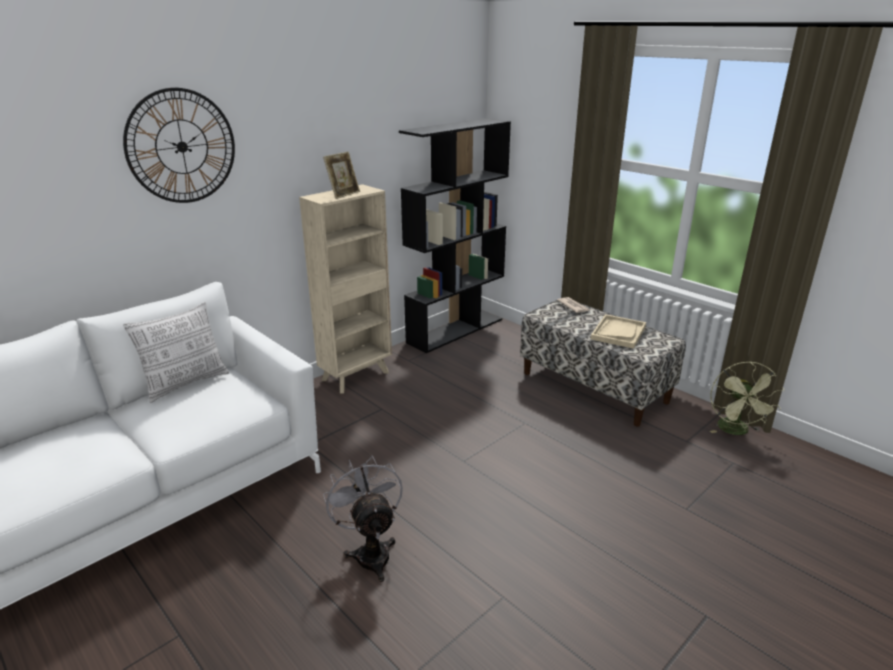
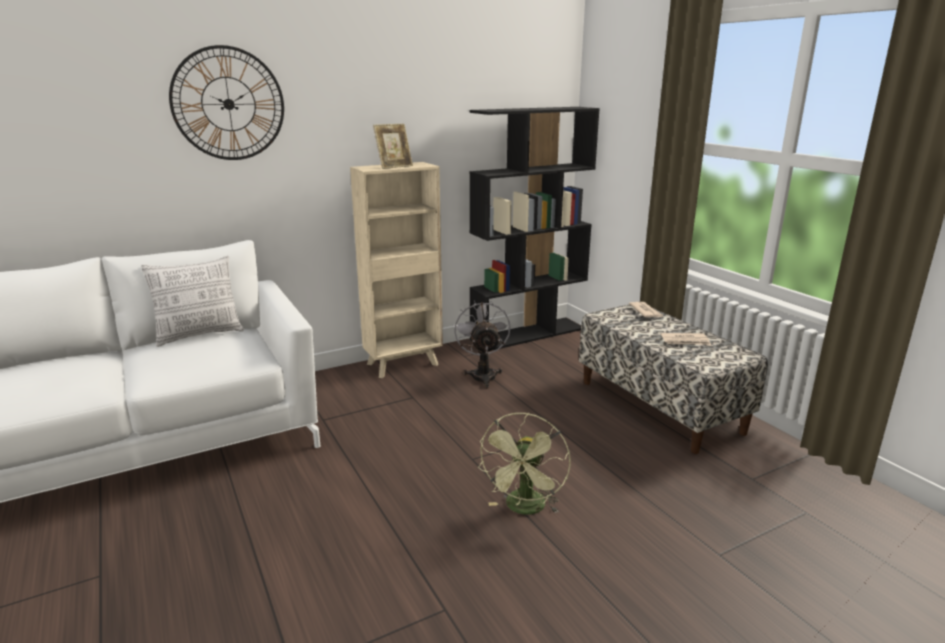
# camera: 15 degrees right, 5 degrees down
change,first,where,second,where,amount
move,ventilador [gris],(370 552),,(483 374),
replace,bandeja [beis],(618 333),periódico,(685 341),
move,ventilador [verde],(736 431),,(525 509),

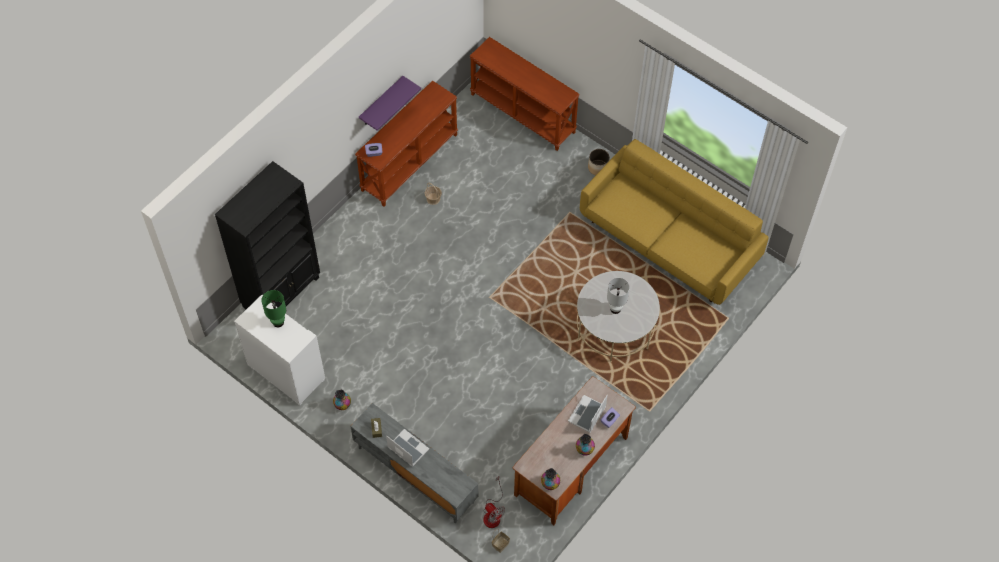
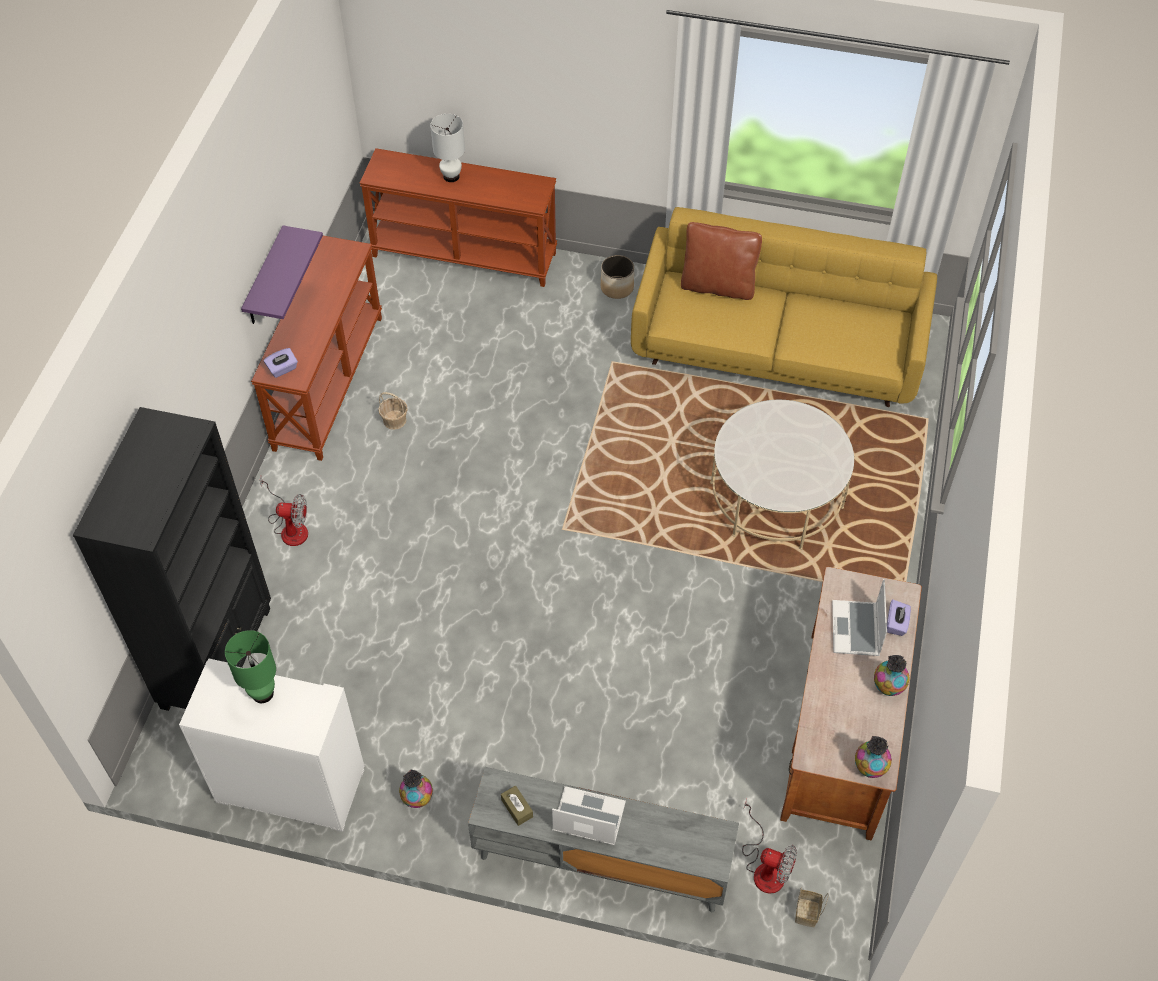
# camera: 25 degrees left, 5 degrees down
change,first,where,second,where,amount
move,lámpara de mesa [blanco],(615 309),,(451 176),
insert,,,ventilador,(290 527),
insert,,,cojín [marrón],(718 286),

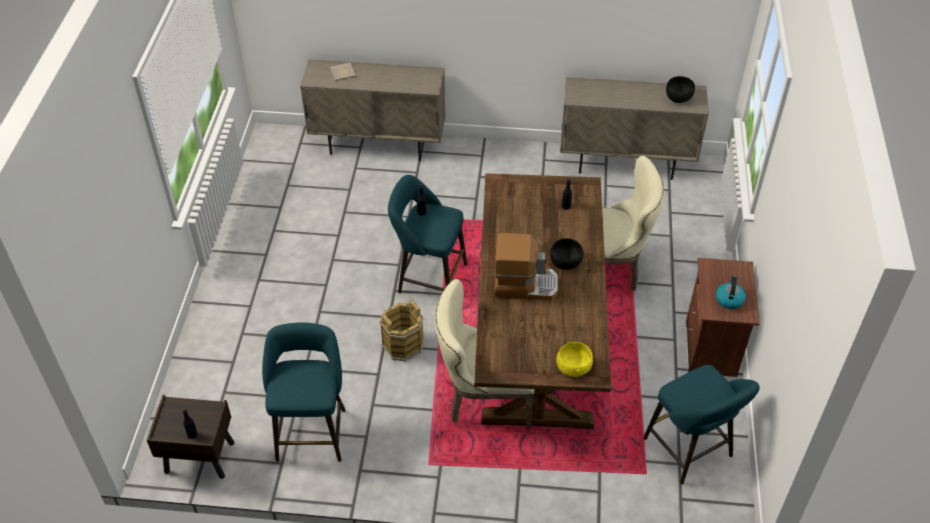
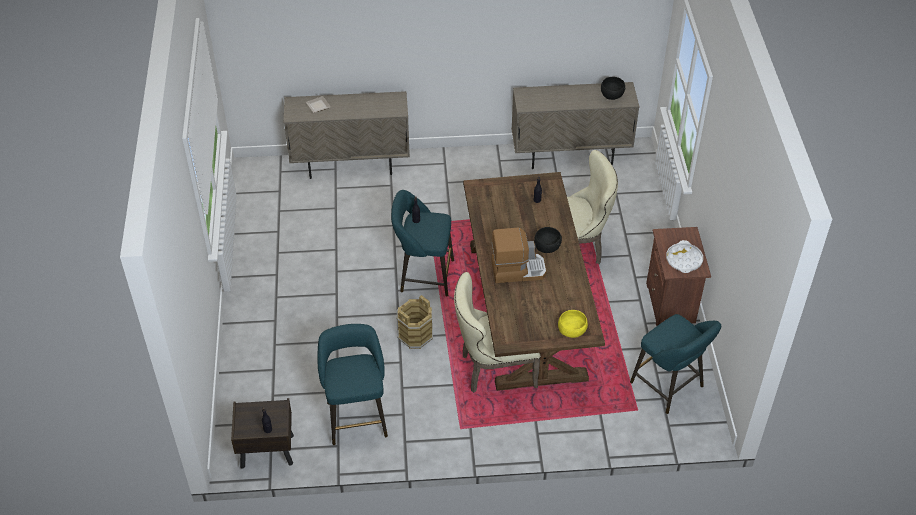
# camera: 10 degrees left, 0 degrees up
change,first,where,second,where,amount
replace,hervidor,(729 299),bandeja [blanco],(684 260),

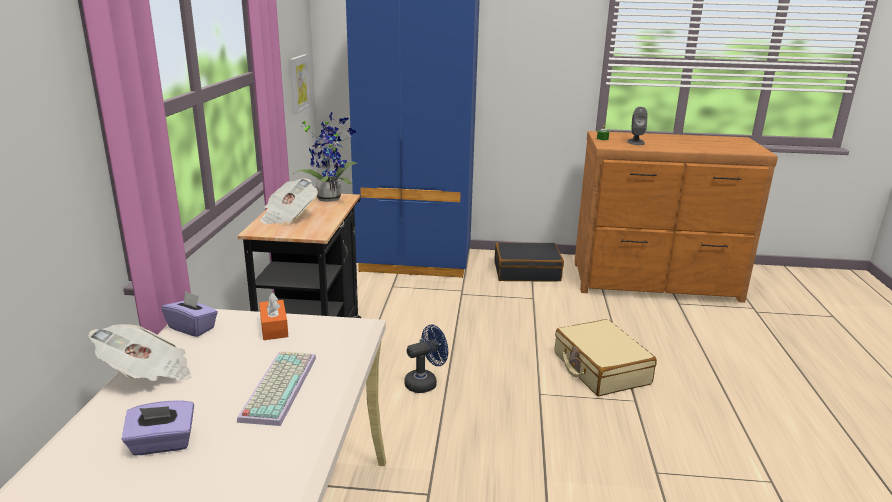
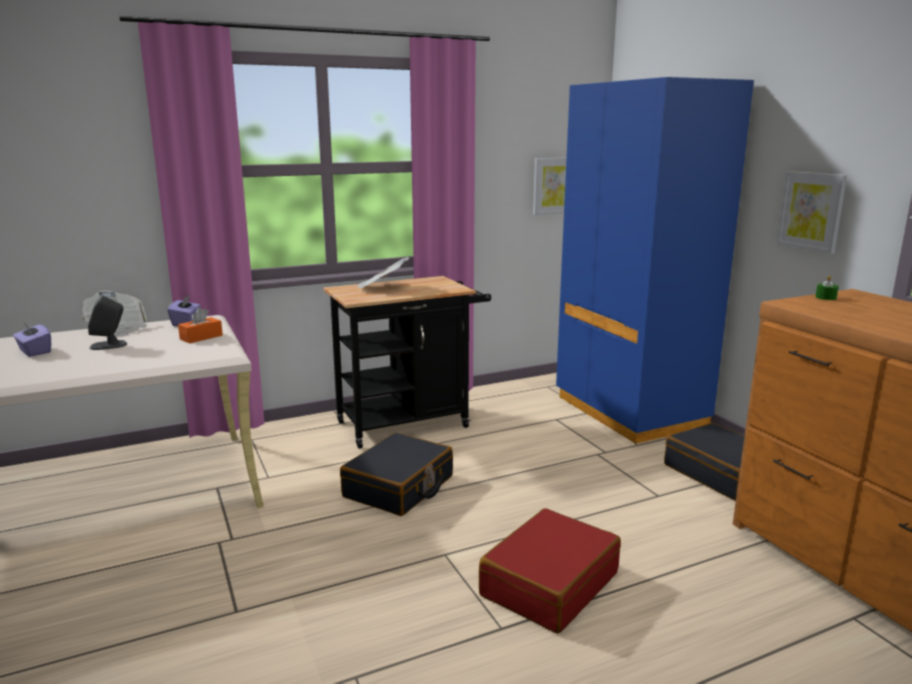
# camera: 60 degrees right, 5 degrees down
change,first,where,second,where,amount
delete,teclado,(278 386),,,
delete,planta en maceta,(330 198),,,
replace,ventilador [azul],(425 382),maleta [negro],(399 487),
recolor,maleta [beis],(600 368),maleta [rojo],(549 584),
move,altavoz [gris],(636 142),,(109 345),
insert,,,cuadro,(811 211),

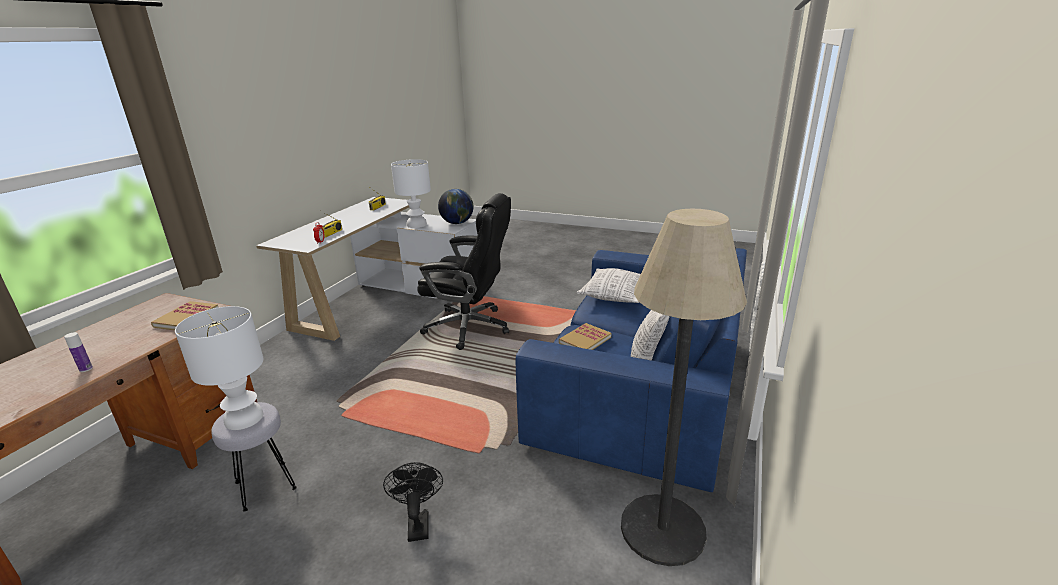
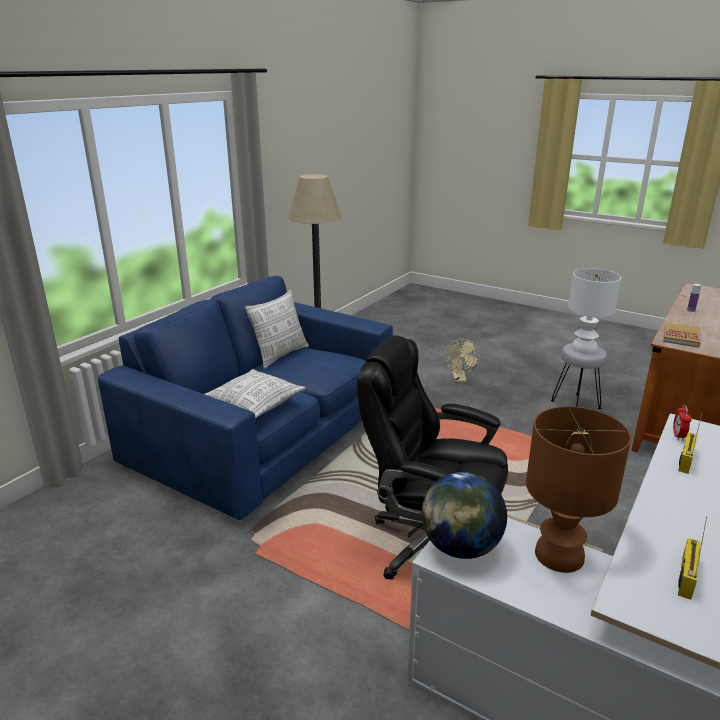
# camera: 170 degrees left, 0 degrees up
change,first,where,second,where,amount
recolor,ventilador [negro],(418 522),ventilador [beis],(460 379),
recolor,lámpara de mesa [blanco],(416 224),lámpara de mesa [marrón],(560 556),
delete,libro,(585 340),,,

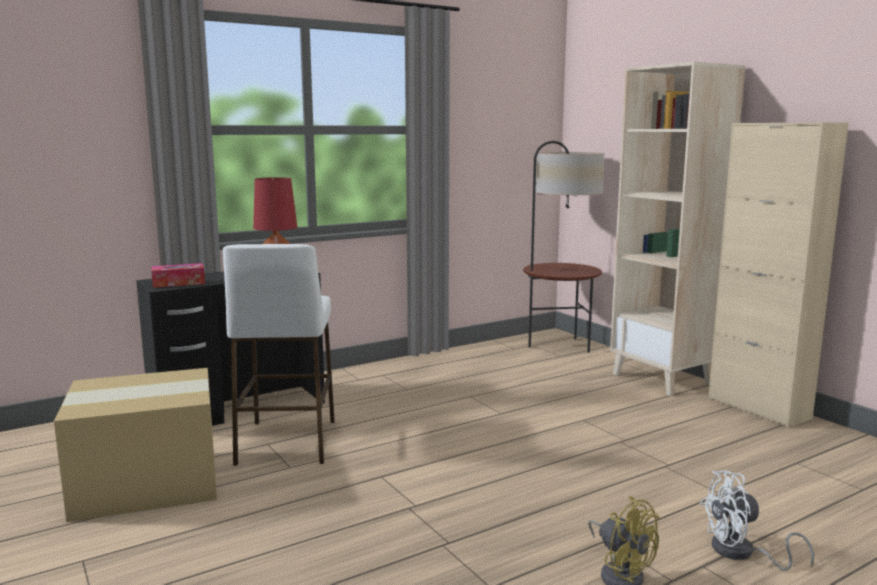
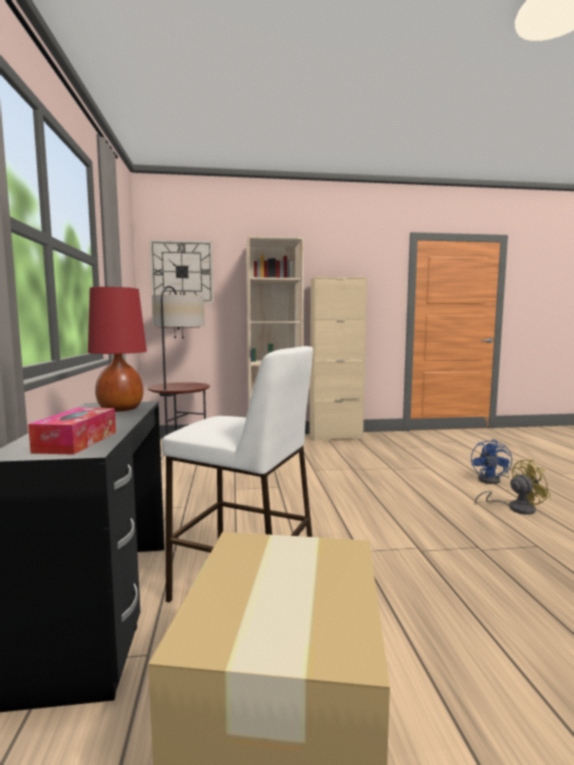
# camera: 65 degrees left, 5 degrees down
change,first,where,second,where,amount
recolor,ventilador [blanco],(741 553),ventilador [azul],(492 480),
insert,,,reloj de pared,(182 272),

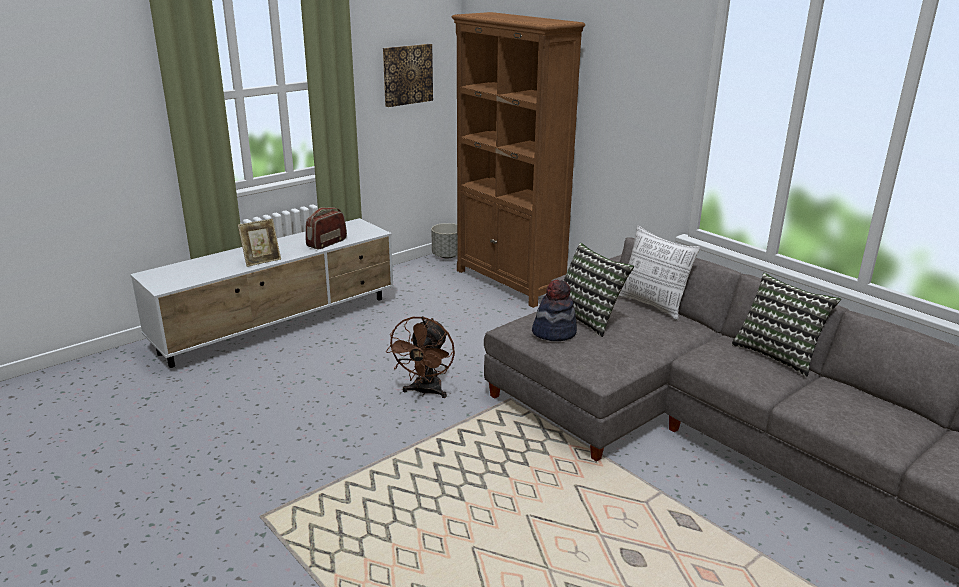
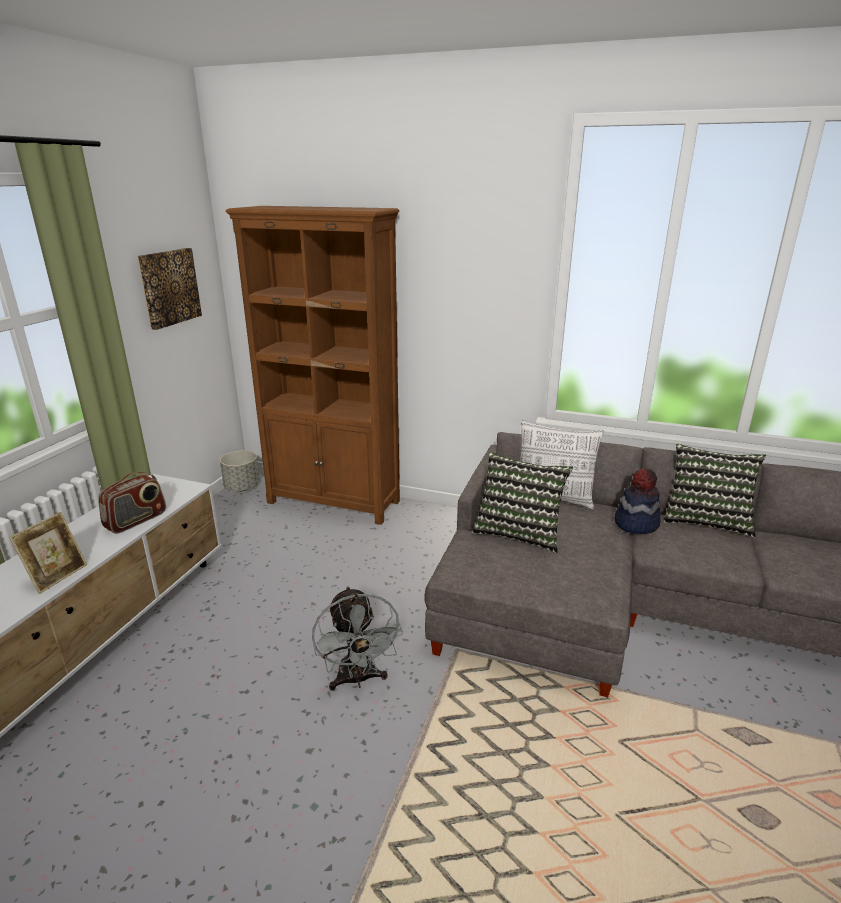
# camera: 30 degrees left, 0 degrees up
change,first,where,second,where,amount
rotate,radio,(326 243),,(136 521),150 degrees counterclockwise
recolor,ventilador [marrón],(425 392),ventilador [gris],(358 679),
move,sombrero,(554 332),,(635 523),

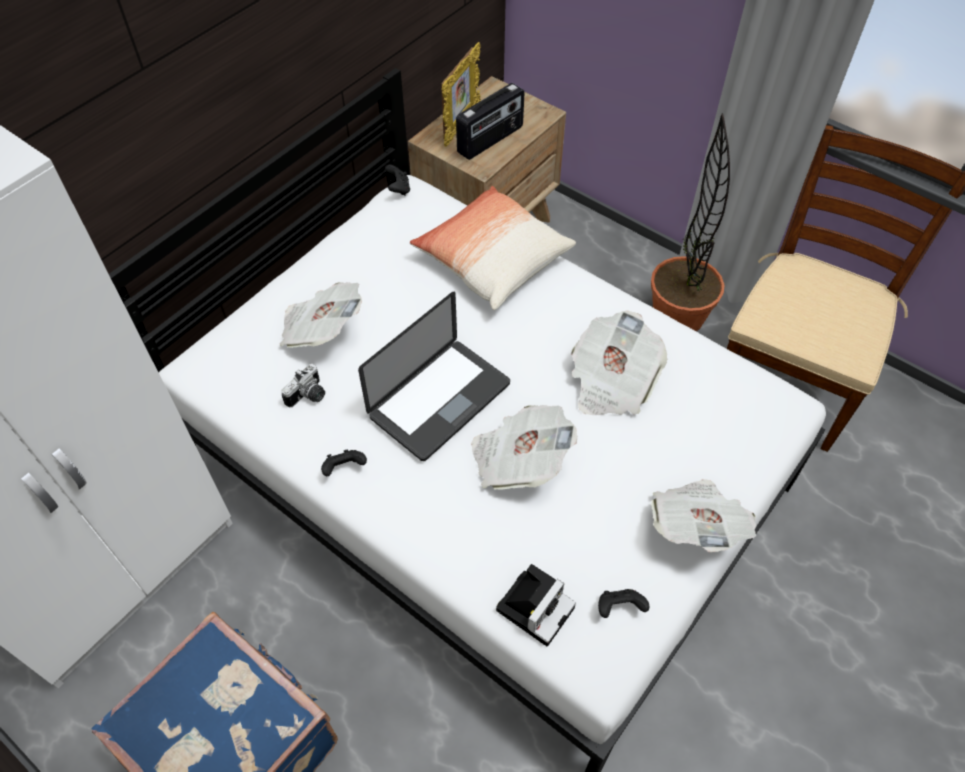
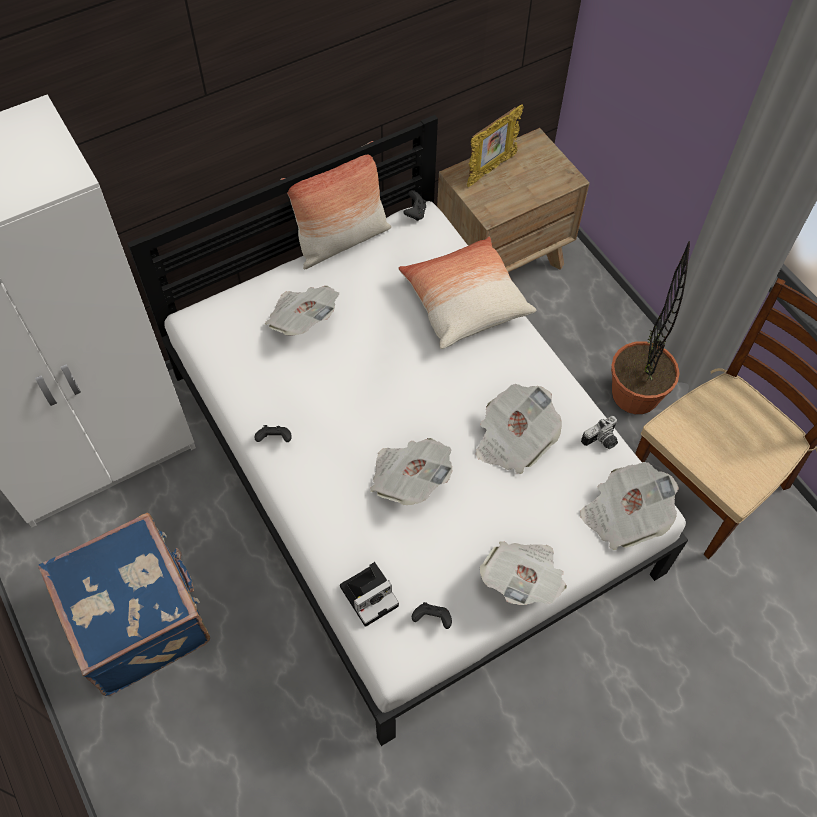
# camera: 20 degrees right, 5 degrees up
change,first,where,second,where,amount
move,cámara,(309 396),,(601 441),
delete,portátil,(440 400),,,
delete,radio,(491 140),,,
insert,,,cojín,(341 240),
insert,,,periódico,(623 515),

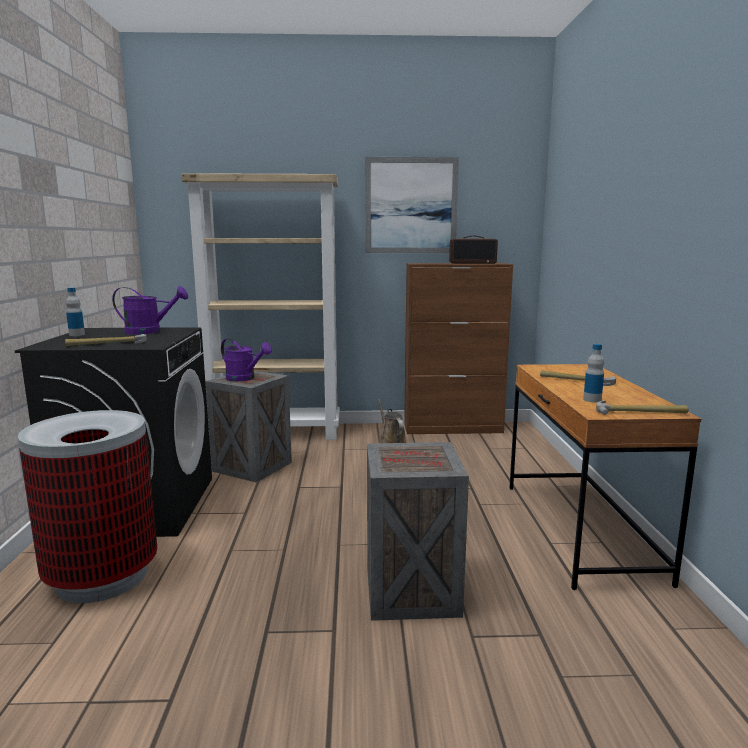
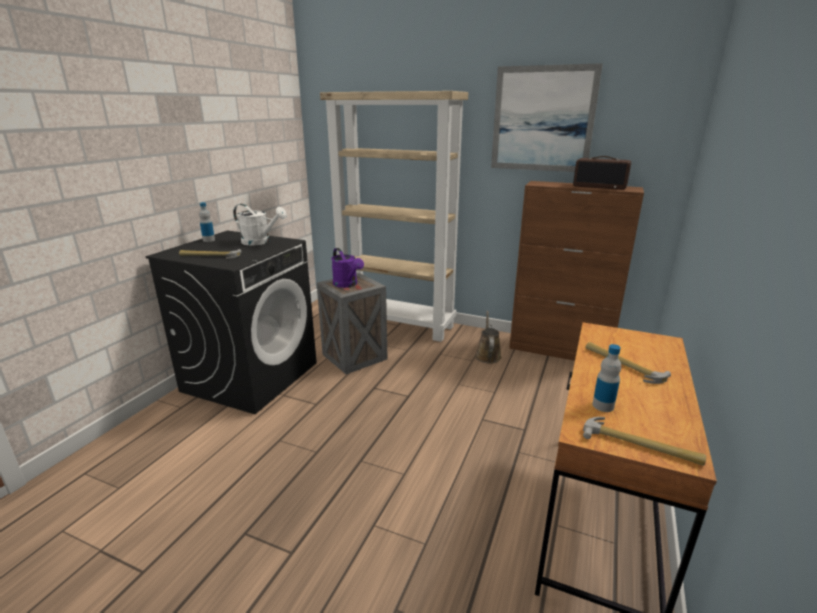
# camera: 25 degrees right, 10 degrees up
change,first,where,second,where,amount
delete,papelera,(102 577),,,
recolor,regadera [morado],(150 331),regadera [blanco],(260 242),
delete,caja de embalaje,(413 592),,,

